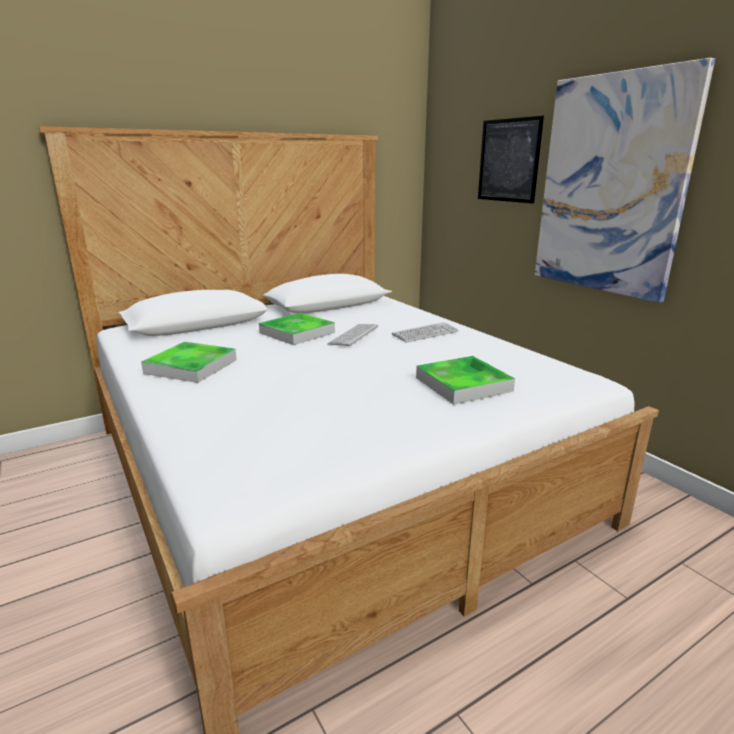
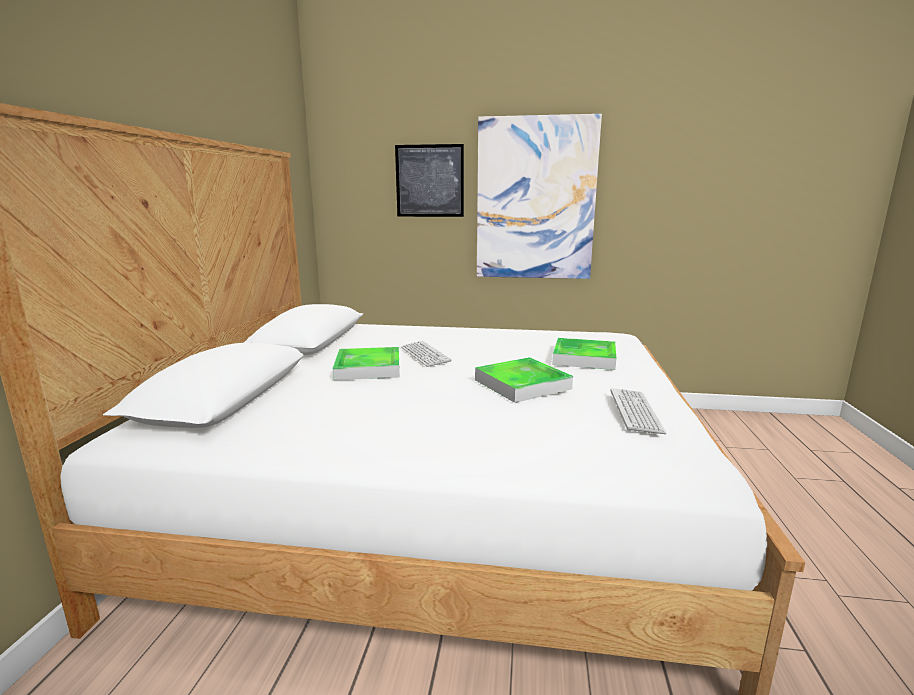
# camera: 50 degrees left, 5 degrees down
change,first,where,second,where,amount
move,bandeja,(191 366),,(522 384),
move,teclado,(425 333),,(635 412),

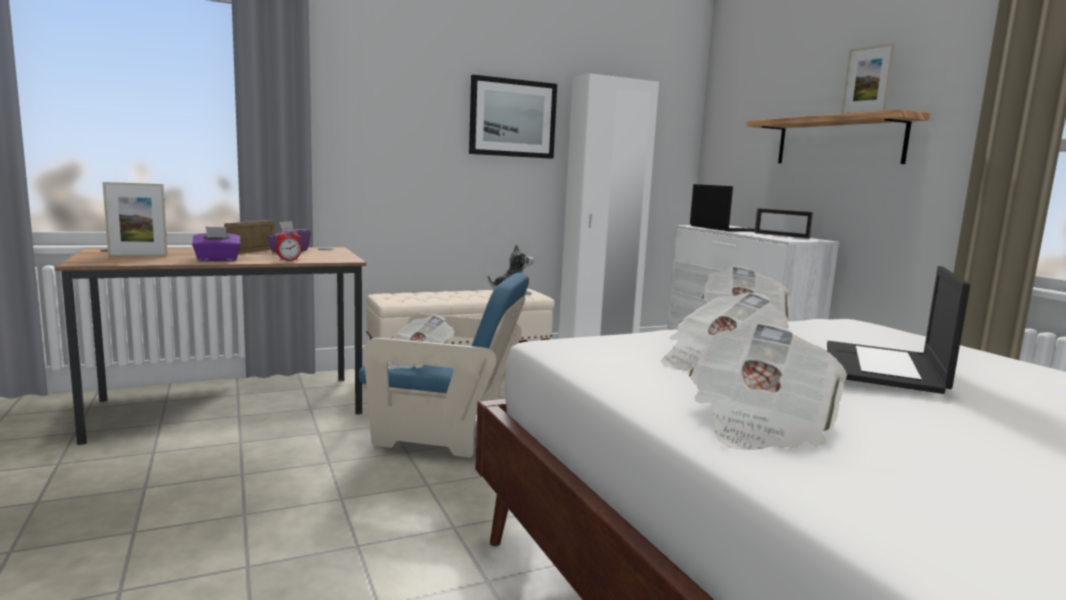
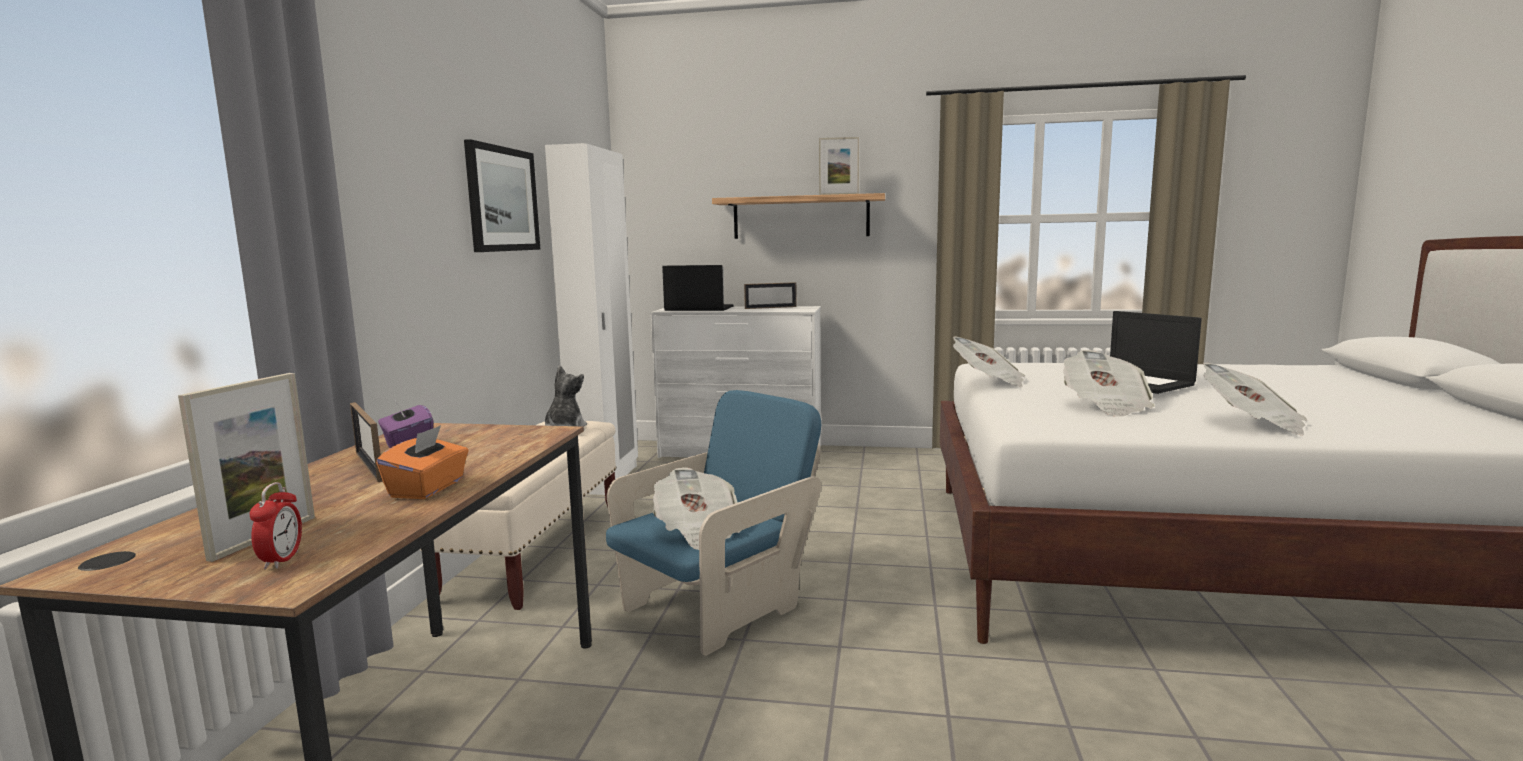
# camera: 55 degrees left, 0 degrees up
change,first,where,second,where,amount
recolor,caja de pañuelos [morado],(217 259),caja de pañuelos [naranja],(428 489),
move,despertador,(289 260),,(281 560),

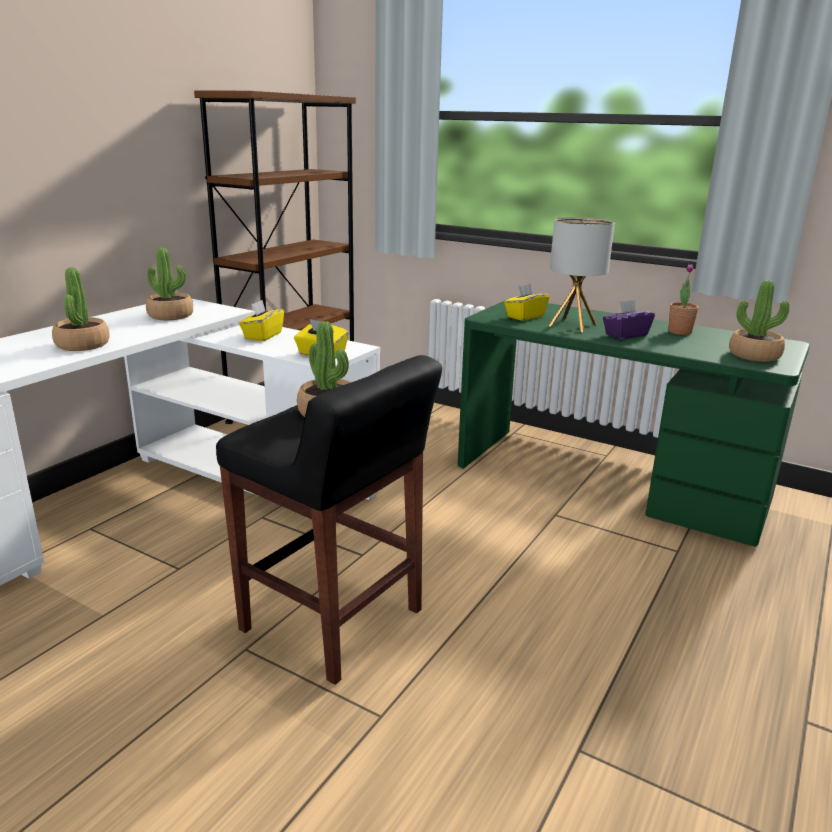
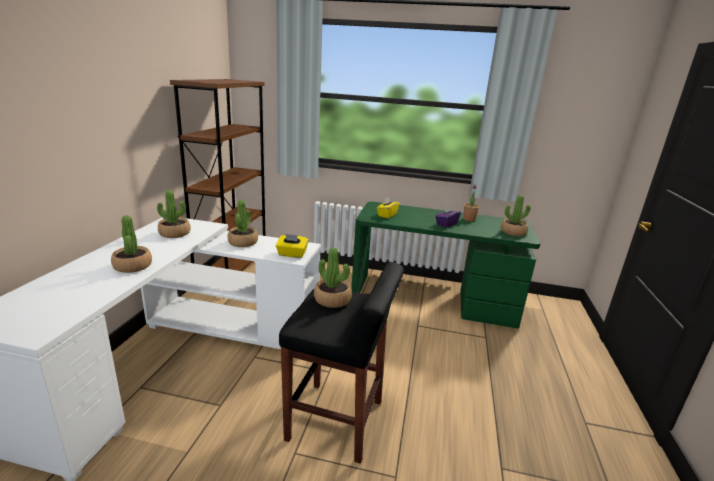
# camera: 20 degrees left, 0 degrees up
change,first,where,second,where,amount
replace,caja de pañuelos [amarillo],(262 336),planta en maceta,(243 242),
delete,lámpara de mesa,(572 325),,,

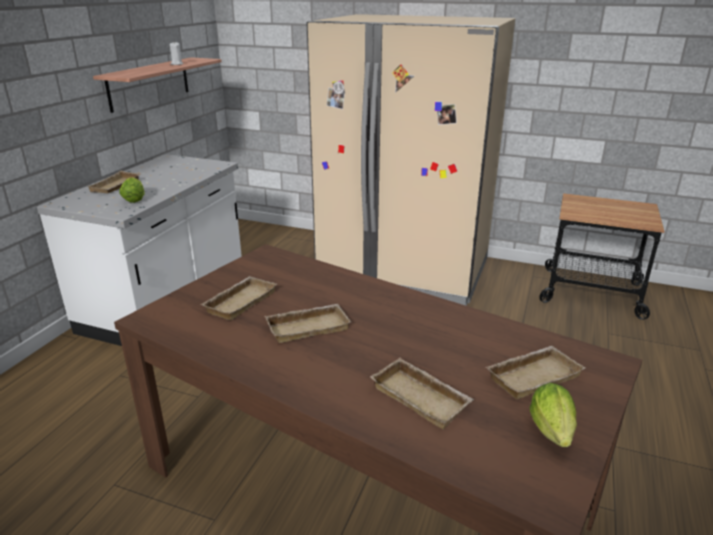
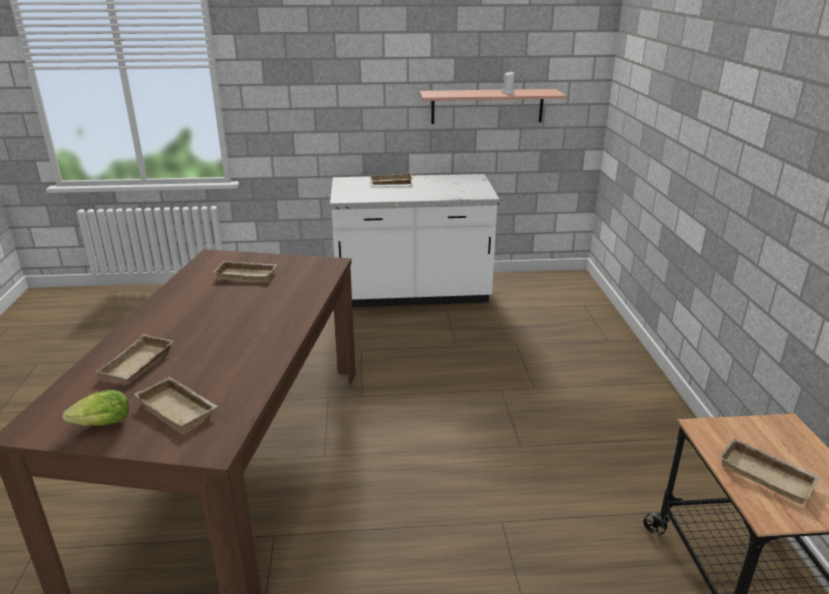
# camera: 65 degrees right, 0 degrees up
change,first,where,second,where,amount
delete,lechuga,(134 199),,,
move,bandeja [beis],(308 326),,(767 475),
delete,nevera [beis],(404 270),,,

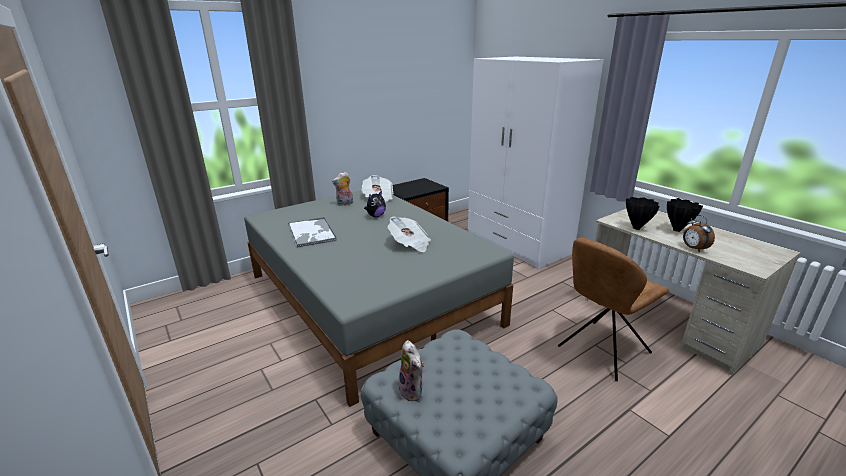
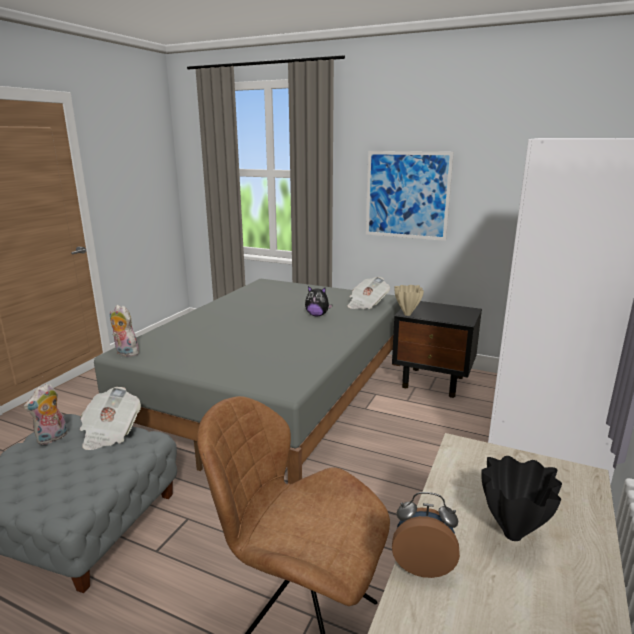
# camera: 60 degrees right, 5 degrees down
change,first,where,second,where,amount
delete,bandeja,(312 233),,,
move,peluche,(345 204),,(125 353),
move,periódico,(410 244),,(110 433),
delete,florero [negro],(637 228),,,
rotate,despertador,(693 248),,(423 564),60 degrees clockwise
insert,,,cuadro,(407 195),
insert,,,florero [beis],(407 314),

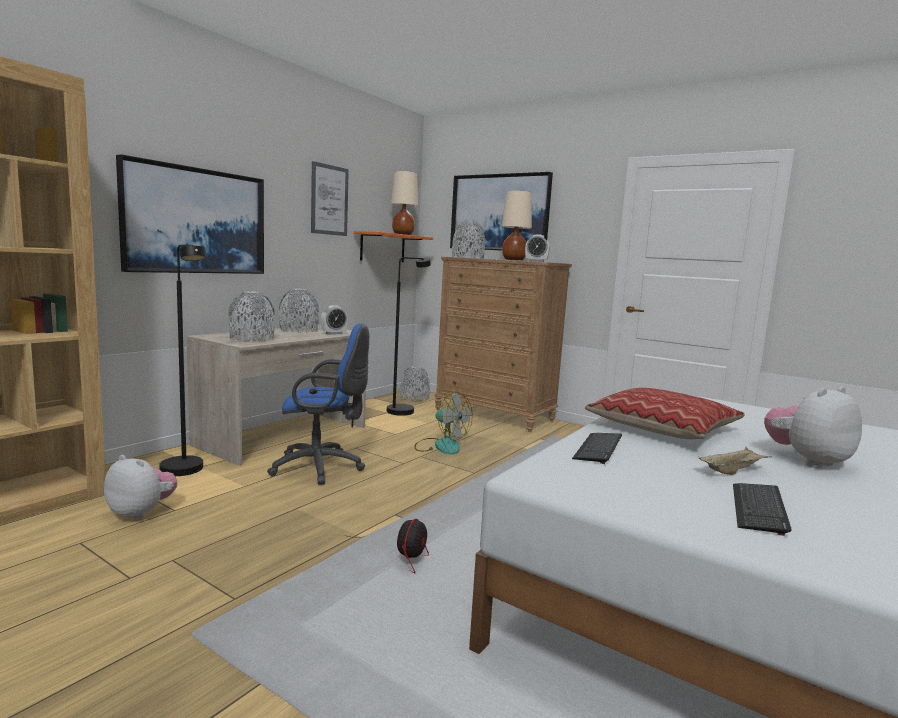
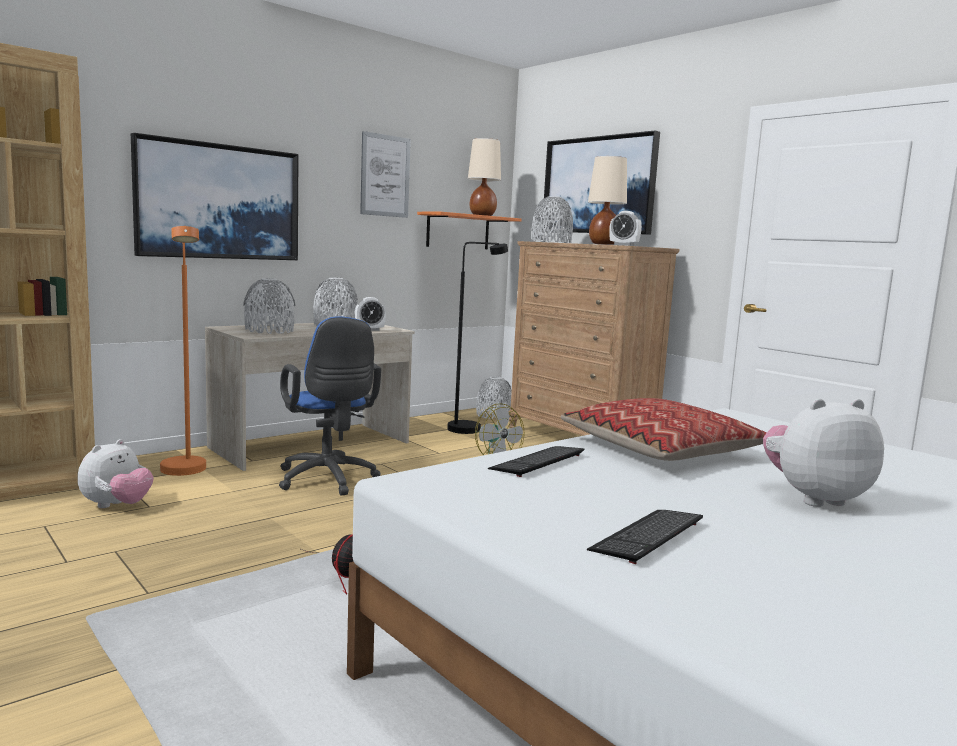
# camera: 15 degrees right, 0 degrees up
change,first,where,second,where,amount
rotate,peluche,(141 513),,(117 506),75 degrees clockwise
recolor,lámpara de pie [negro],(186 472),lámpara de pie [naranja],(185 472),
rotate,silla de oficina [azul],(322 468),,(328 480),45 degrees clockwise
delete,bandeja [beis],(732 471),,,

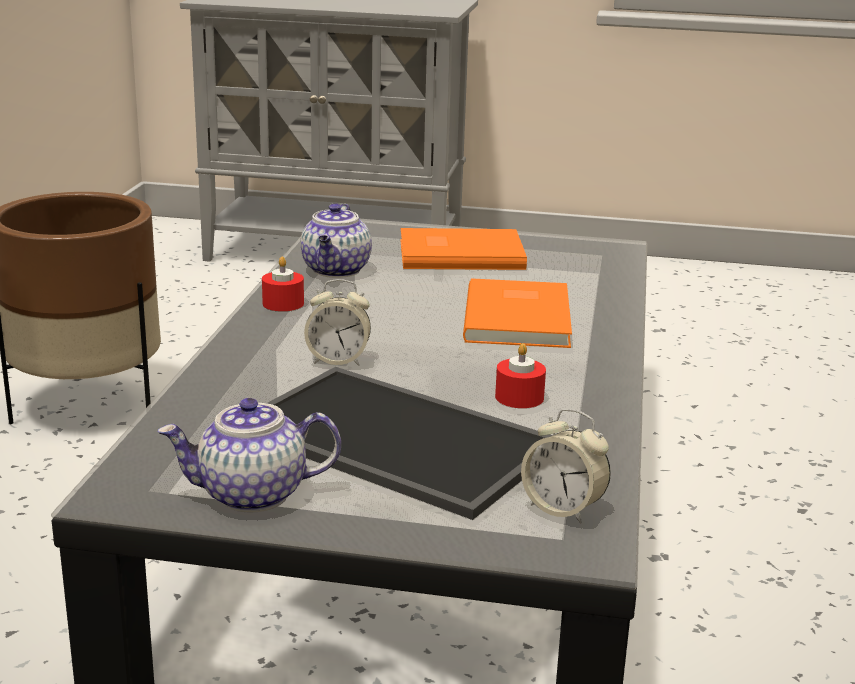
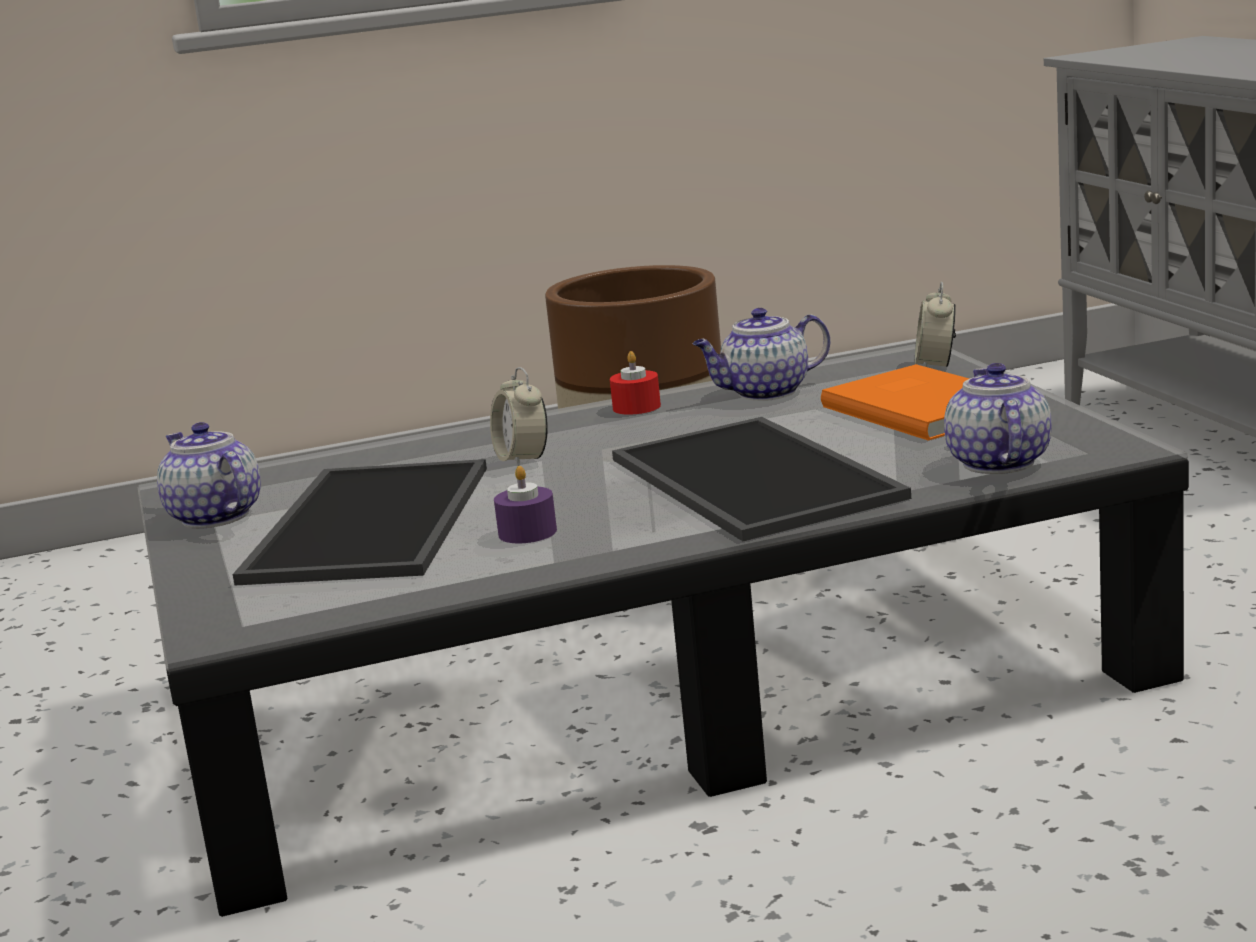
# camera: 65 degrees right, 5 degrees down
change,first,where,second,where,amount
replace,libro [naranja],(521 317),bandeja,(759 478),
recolor,vela [rojo],(519 397),vela [morado],(527 532),
move,despertador,(563 509),,(936 366),
insert,,,tetera,(996 463),

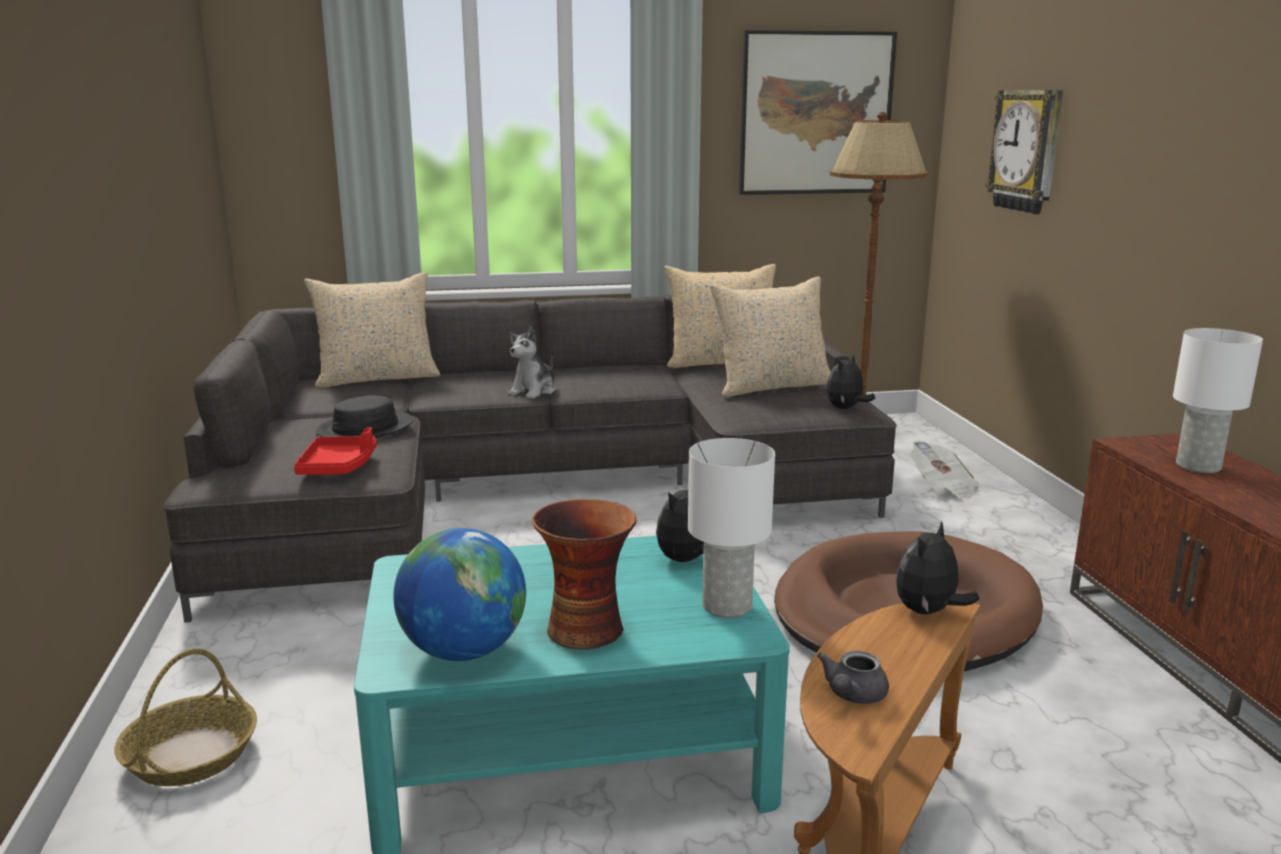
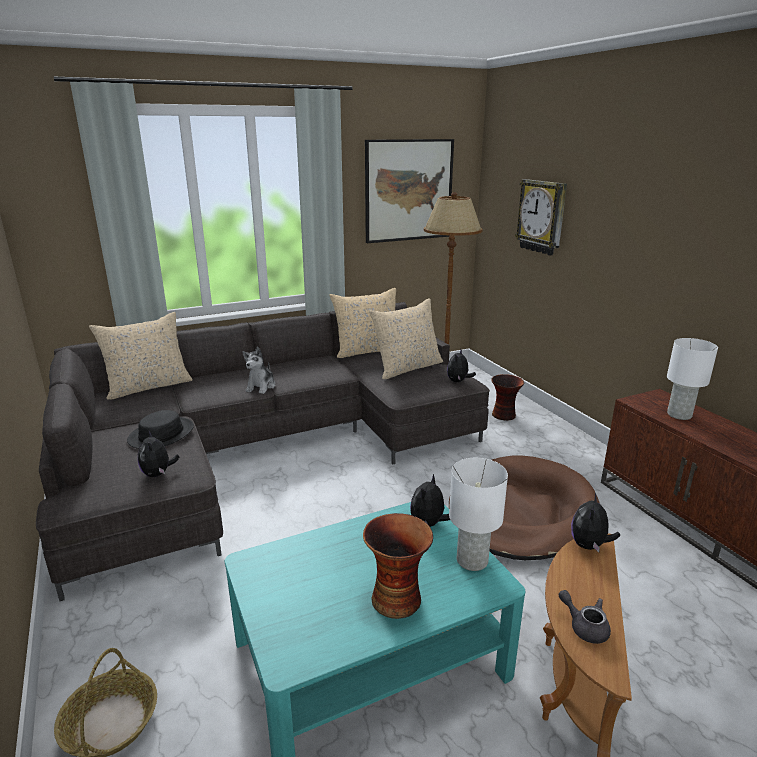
# camera: 15 degrees left, 5 degrees up
change,first,where,second,where,amount
replace,bandeja [rojo],(338 467),peluche,(158 474),
delete,globo terráqueo,(463 651),,,
rotate,tetera [gris],(852 696),,(584 626),120 degrees clockwise
replace,periódico,(943 488),florero,(504 415),

